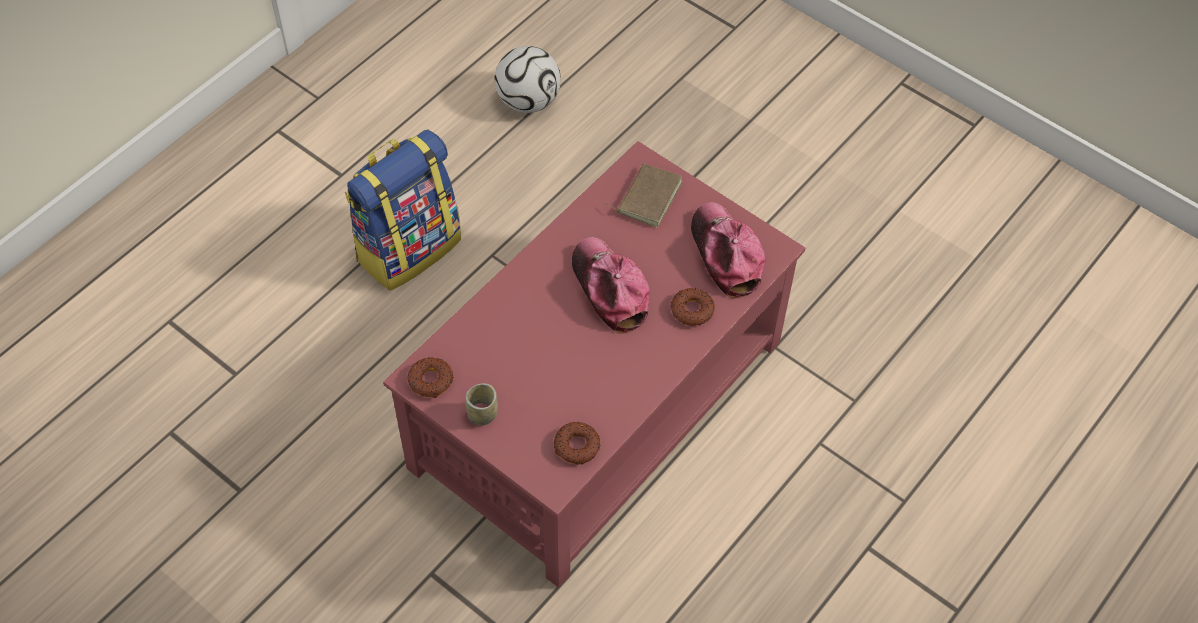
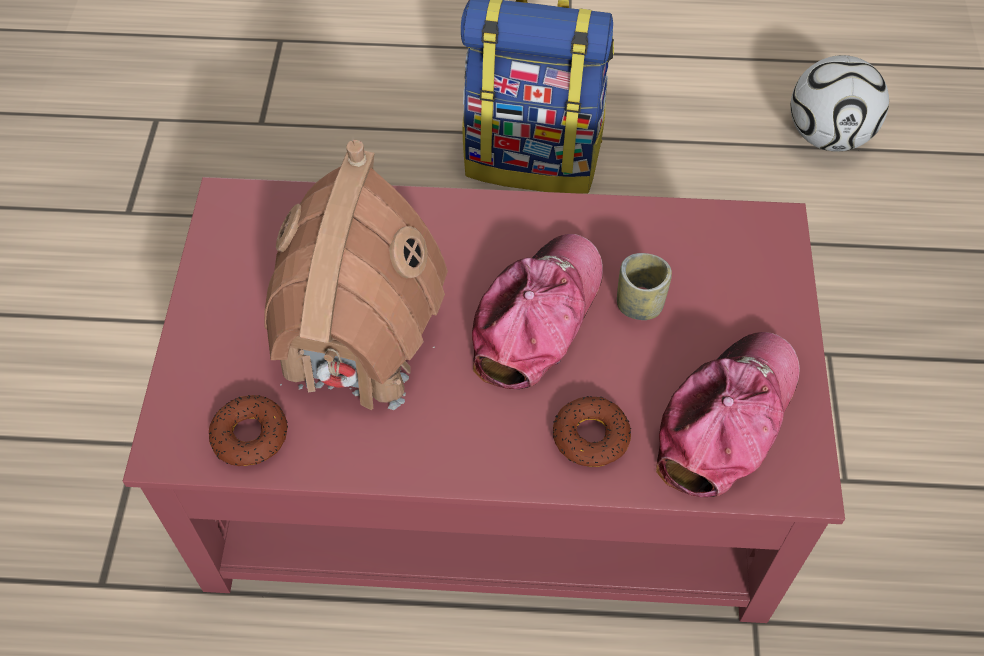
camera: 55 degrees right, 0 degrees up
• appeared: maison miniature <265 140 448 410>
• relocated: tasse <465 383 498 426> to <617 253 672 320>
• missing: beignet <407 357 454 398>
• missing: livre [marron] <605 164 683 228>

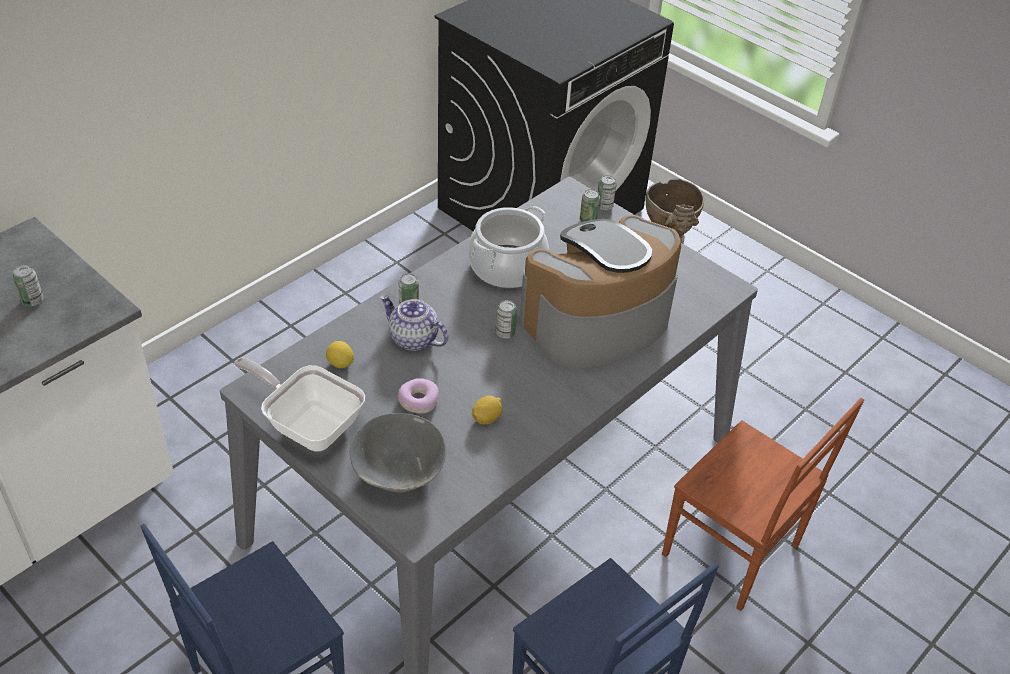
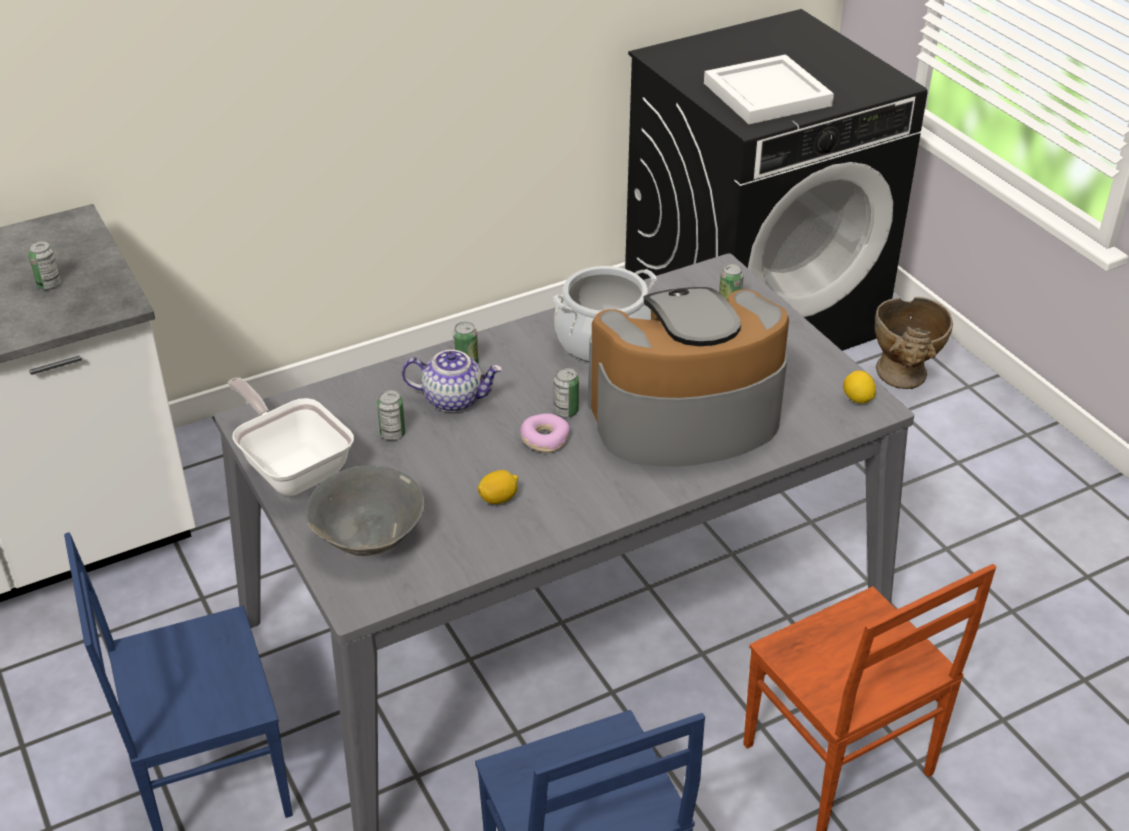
camera: 20 degrees right, 5 degrees down
• relocated: boîte métallique <598 175 616 211> to <377 390 405 440>
• spun: théière <380 295 448 351> = <402 350 502 412> 135 degrees clockwise
• relocated: beignet <398 378 439 414> to <520 413 570 453>
• appeared: plateau [blanc] <704 54 834 124>
• relocated: citron <326 341 354 368> to <843 370 876 404>

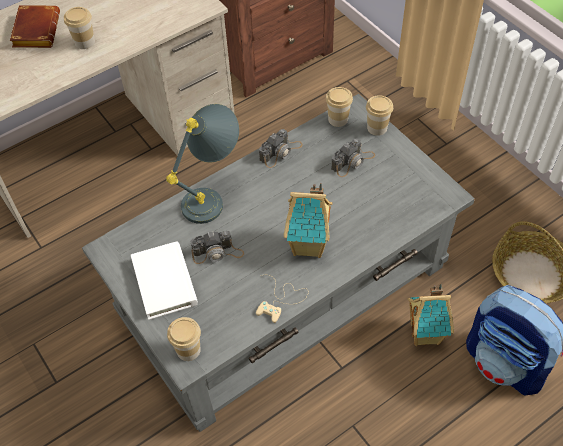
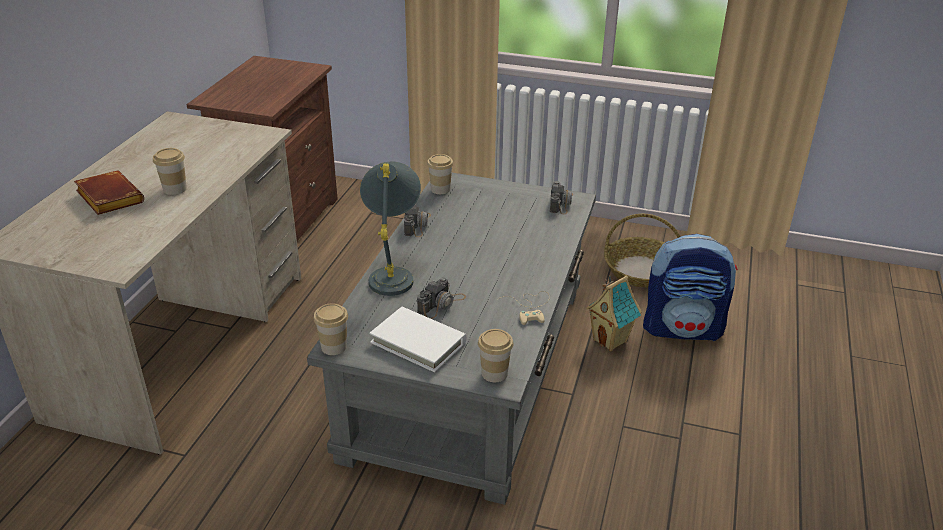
camera: 40 degrees left, 20 degrees down
• relocated: tasse <366 95 393 136> to <314 303 348 355>
• relocated: appareil photo <331 139 375 177> to <550 181 573 214>
• missing: maison miniature <284 183 333 258>

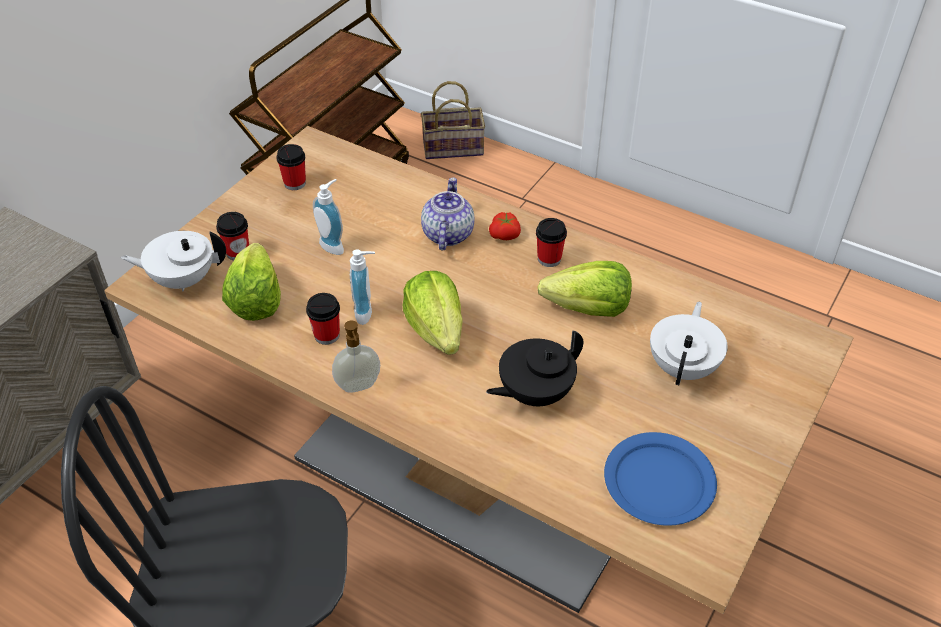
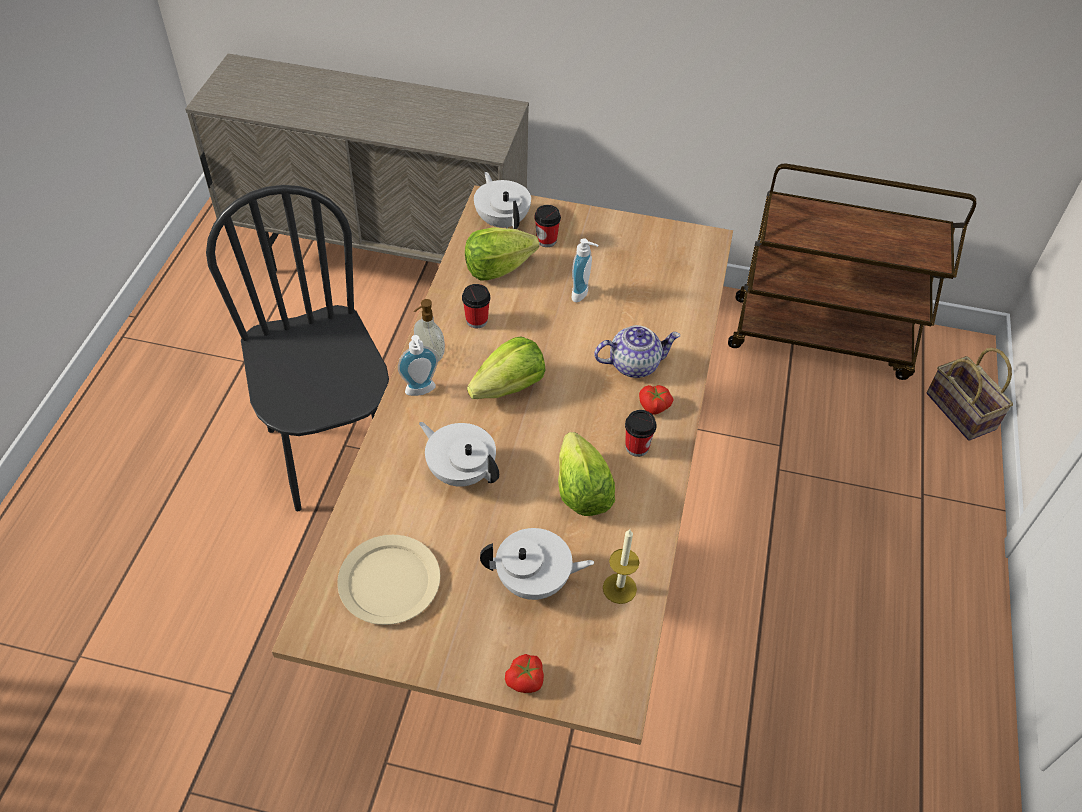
camera: 70 degrees right, 5 degrees up
• colour: assiette [bleu] <604 432 717 526> to assiette [beige] <337 535 440 625>
• relocated: distributeur de savon <350 250 375 325> to <398 335 438 396>
• colour: théière [noir] <486 330 583 406> to théière [blanc] <419 422 499 487>
• appeared: tomate <505 654 544 693>
• appeared: bougie <603 529 640 604>
• missing: tasse <276 144 306 190>

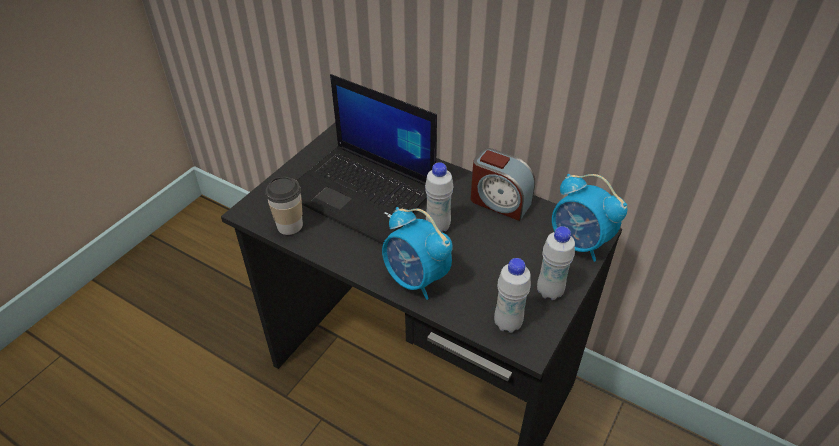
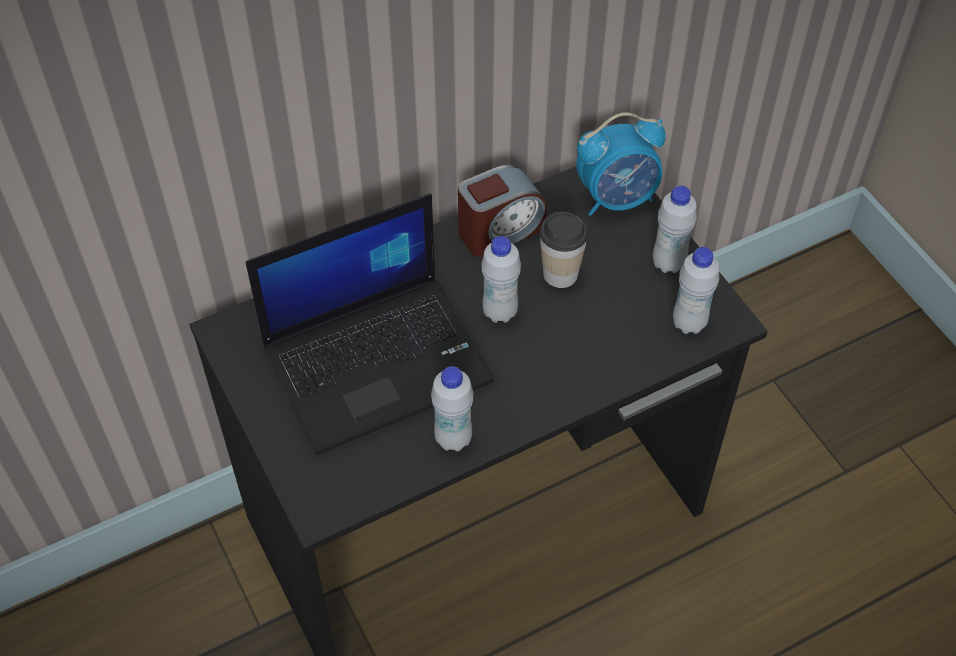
camera: 60 degrees left, 10 degrees up
• appeared: bouteille [blanc] <431 366 473 452>
• relocated: tasse <265 177 303 235> to <540 212 588 288>
• missing: réveil <382 207 453 300>

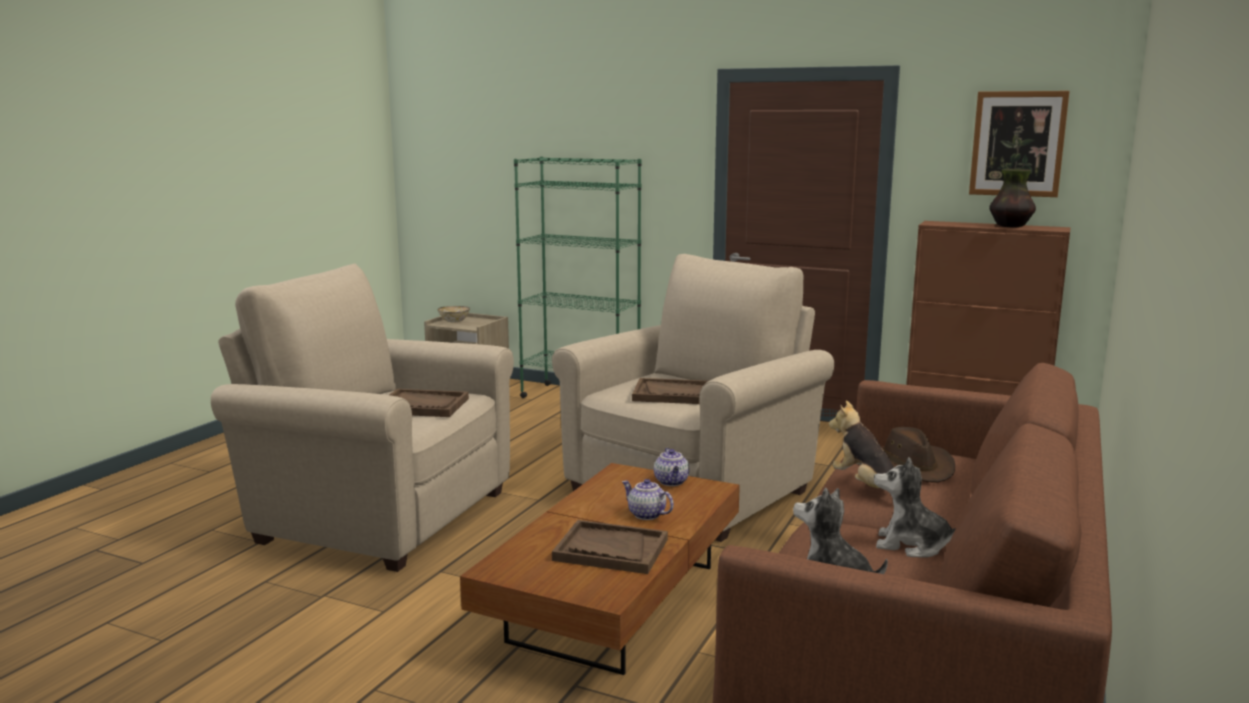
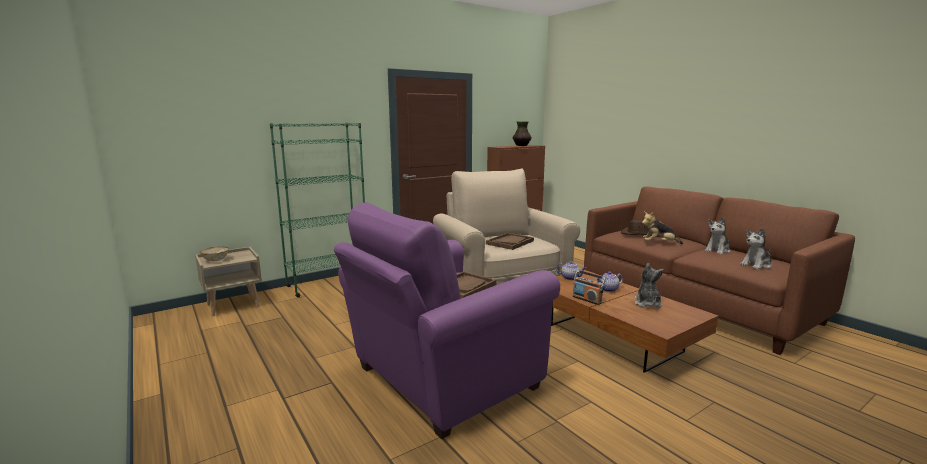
camera: 60 degrees left, 0 degrees up
• colour: fauteuil [beige] <211 264 514 572> to fauteuil [violet] <334 202 560 439>
• appeared: radio <572 270 606 305>
• exchanged: plateau [marron] <552 520 668 574> to peluche <634 263 664 308>
• missing: tableau <969 91 1069 197>

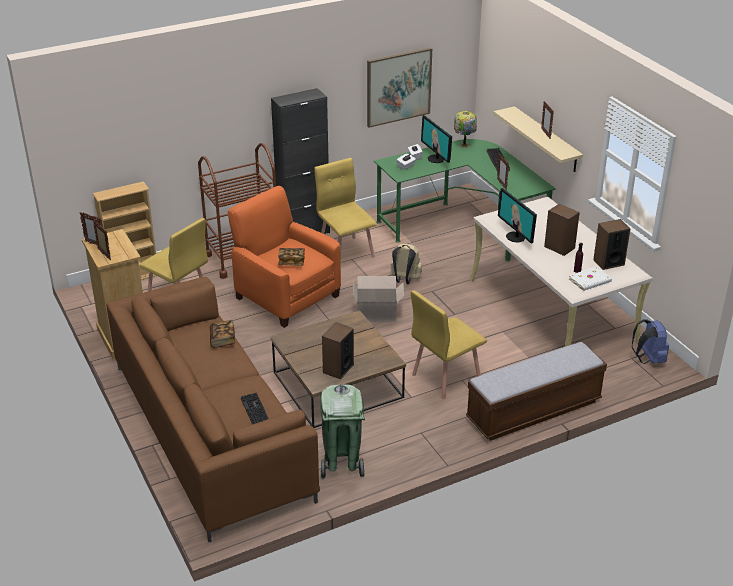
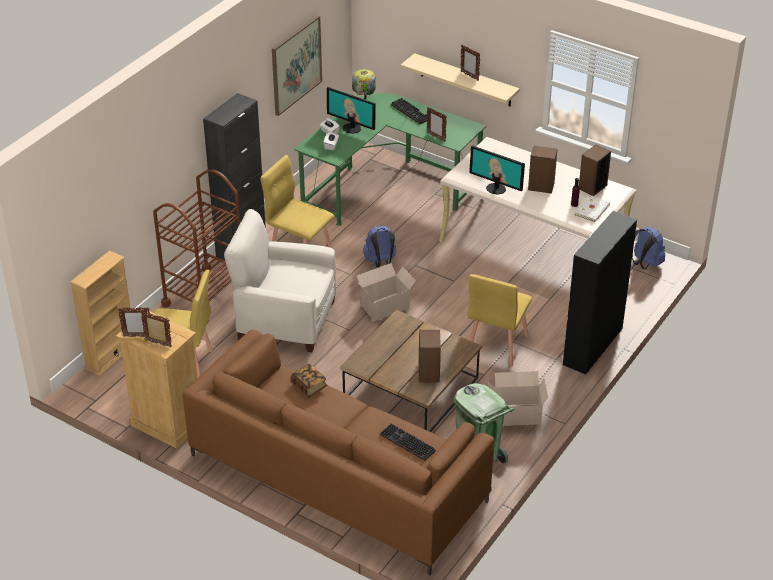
camera: 30 degrees left, 5 degrees up
• colour: fauteuil [orange] <228 186 341 328> to fauteuil [blanc] <224 209 337 352>
• colour: sac à dos [beige] <391 243 422 284> to sac à dos [bleu] <363 226 396 268>
• appeared: carton <488 371 548 426>
• exchanged: banc <466 342 607 441> to meuble de rangement [noir] <563 211 637 374>
• missing: livre <278 248 305 266>

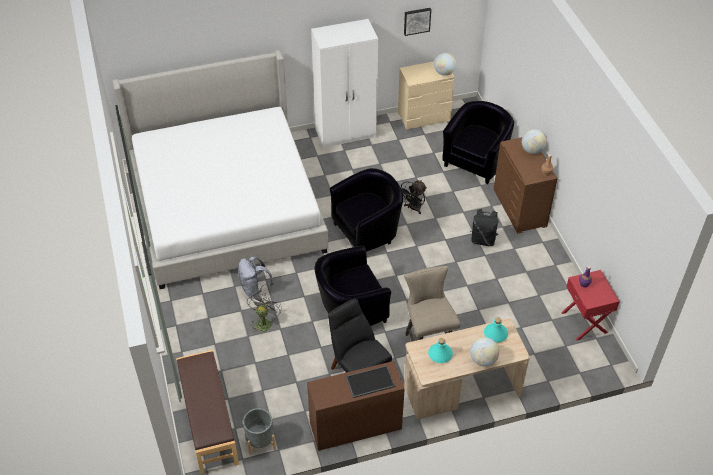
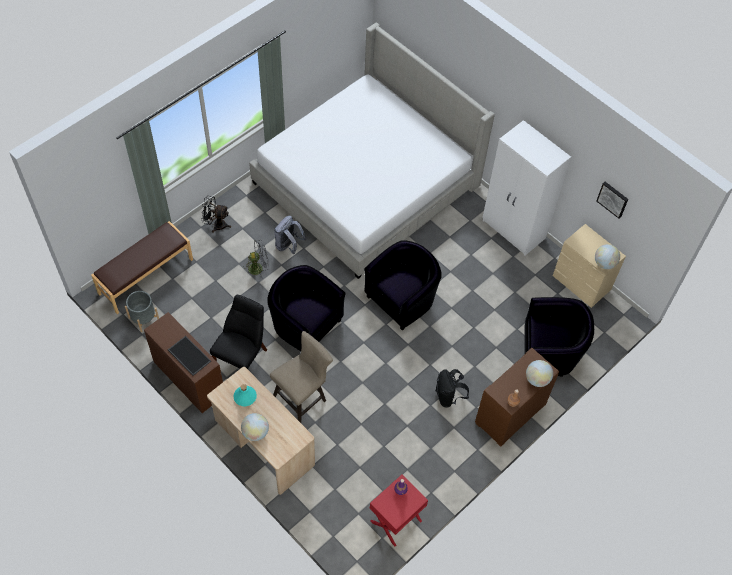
camera: 60 degrees right, 10 degrees up
• relocated: ventilateur [noir] <400 180 427 214> to <201 196 231 233>
• spun: fauteuil [noir] <330 168 403 252> = <364 240 441 331> 75 degrees counterclockwise
• missing: bouteille [turquoise] <484 317 508 342>

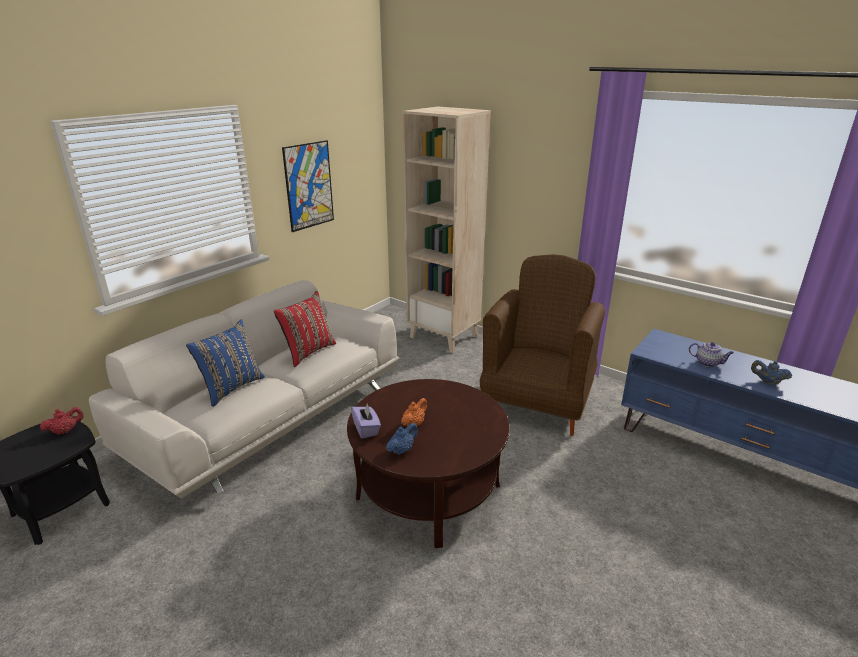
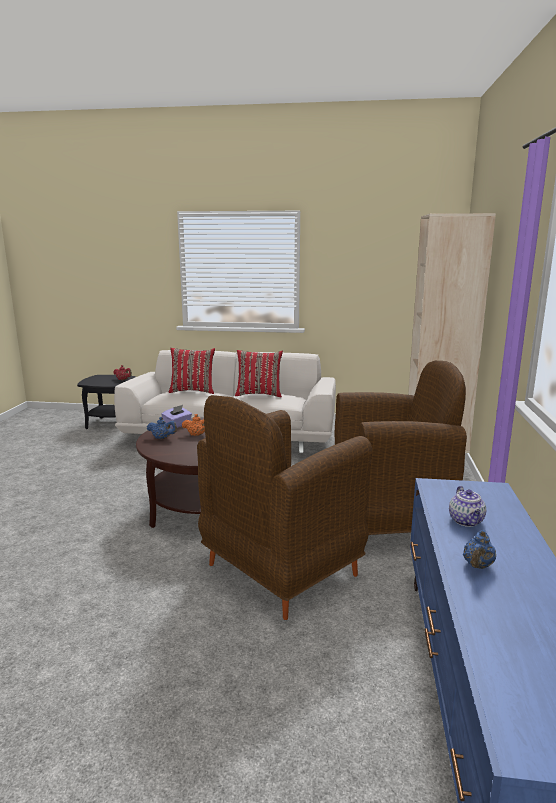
camera: 60 degrees right, 10 degrees down
• colour: coussin [bleu] <186 320 265 407> to coussin [rouge] <169 348 215 394>
• appeared: fauteuil [marron] <197 395 372 620>
• spun: théière [bleu] <751 360 792 385> = <463 530 496 569> 150 degrees counterclockwise
• missing: tableau <282 140 334 232>

